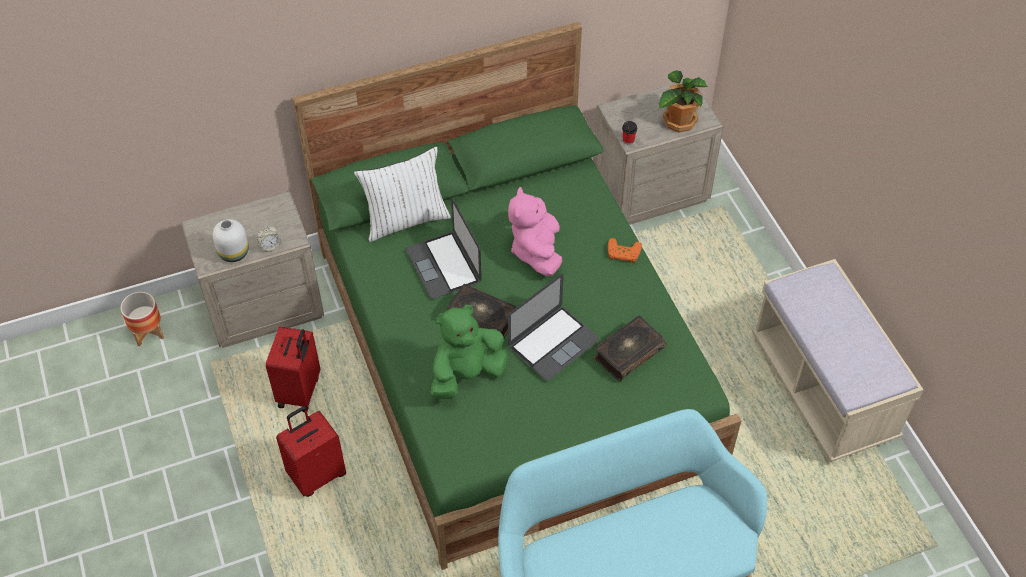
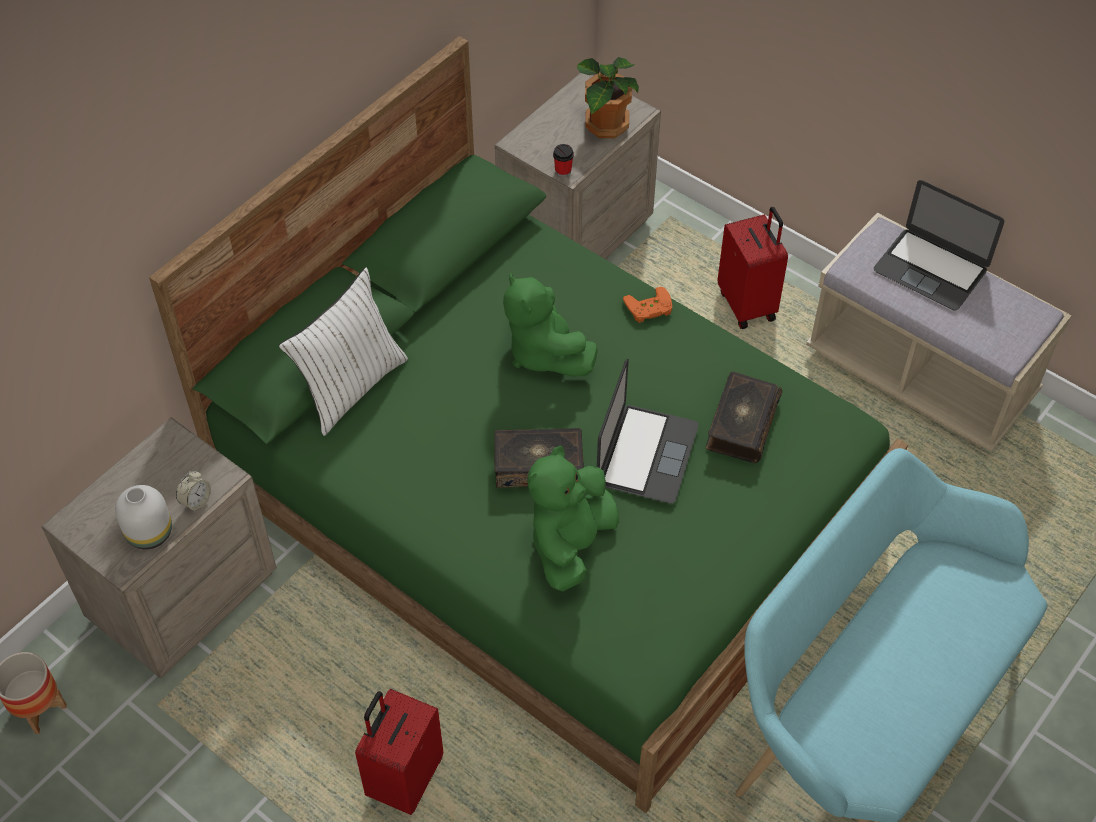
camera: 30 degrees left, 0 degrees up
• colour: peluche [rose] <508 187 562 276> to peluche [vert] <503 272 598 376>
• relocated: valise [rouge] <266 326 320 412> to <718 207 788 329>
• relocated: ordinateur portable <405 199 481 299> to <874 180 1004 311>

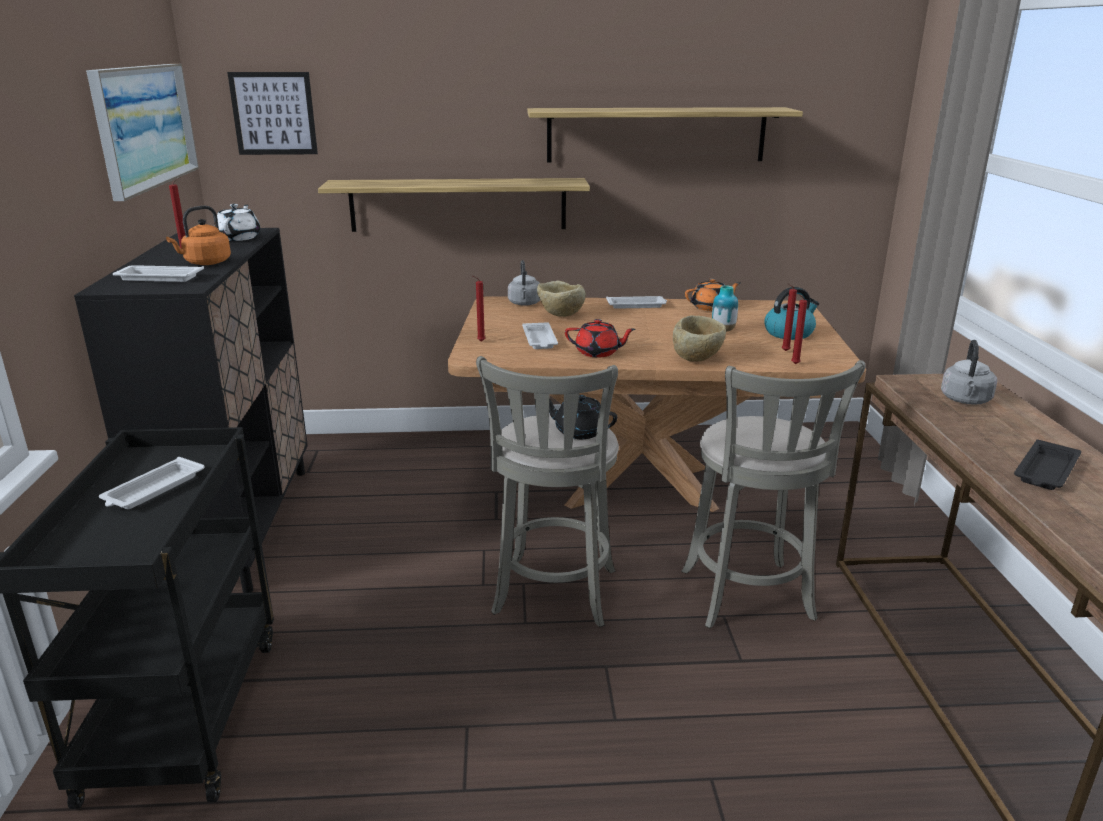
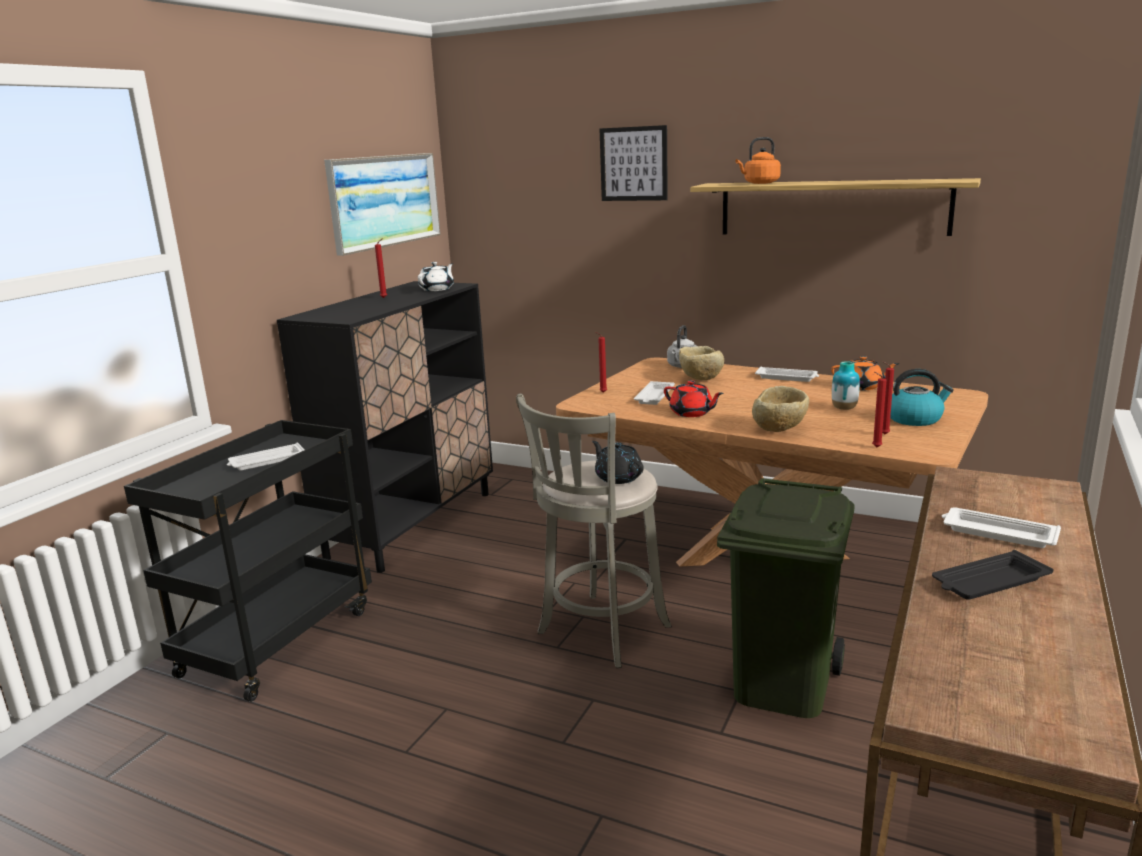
camera: 30 degrees right, 5 degrees down
• relocated: tableau <227 72 318 155> to <600 125 668 201>
• exchanged: tabouret [gris] <681 360 865 628> to poubelle [vert] <717 478 855 718>
• relocated: bouilloire [orange] <166 206 231 265> to <736 137 781 184>
• relocated: plateau [blanc] <113 265 204 282> to <942 507 1061 548>
• missing: étagère <318 178 590 232>
• missing: bouilloire [gris] <941 340 997 405>

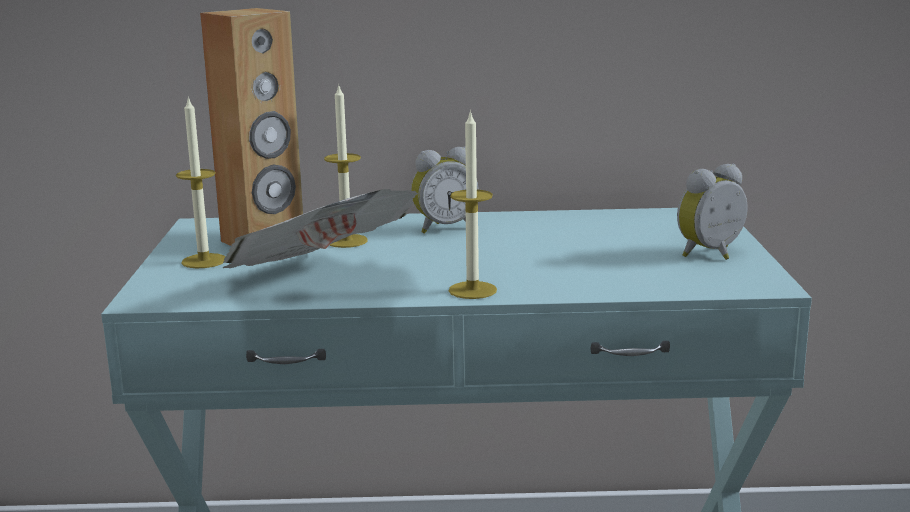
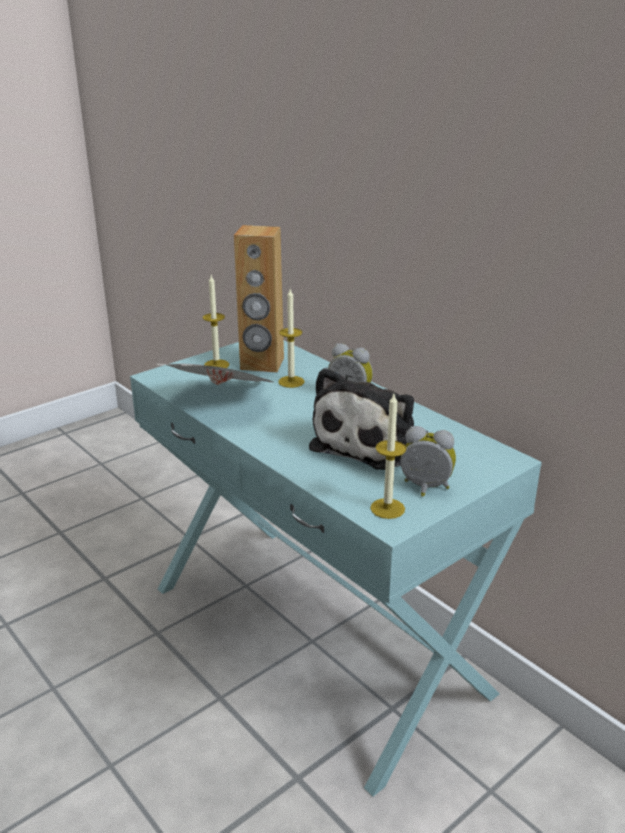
camera: 50 degrees right, 10 degrees up
• appeared: peluche <309 368 414 470>
• relocated: bougie <449 110 497 299> to <370 394 406 519>

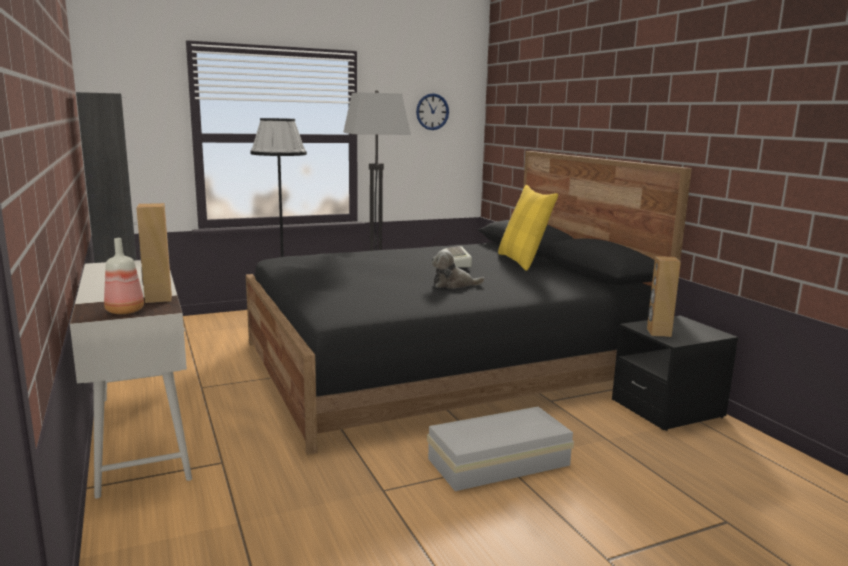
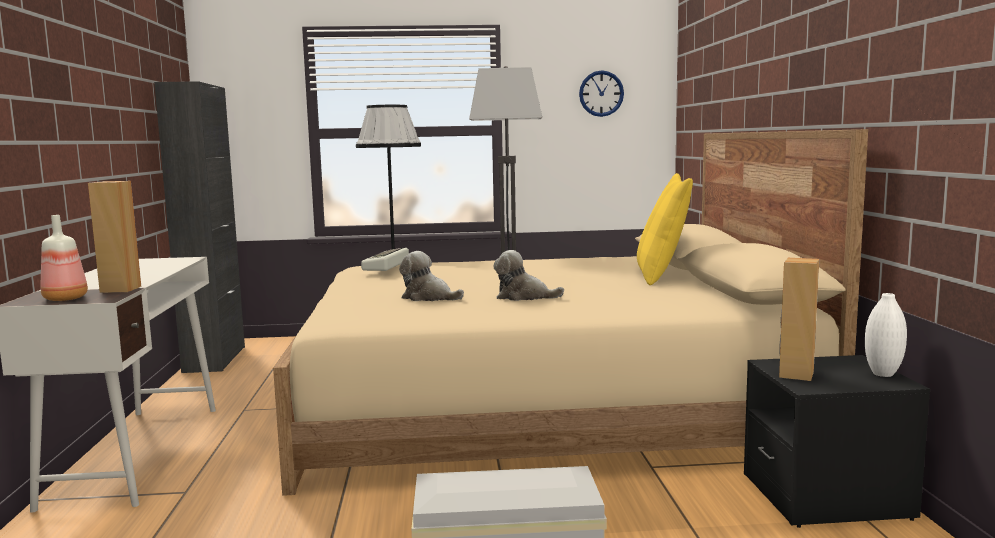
camera: 20 degrees right, 5 degrees down
• colour: lit [noir] <246 151 692 455> to lit [beige] <273 129 868 496>
• relocated: clavier <443 246 472 268> to <361 248 409 271>
• appeared: peluche <399 251 464 301>
• appeared: vase [blanc] <865 293 907 377>

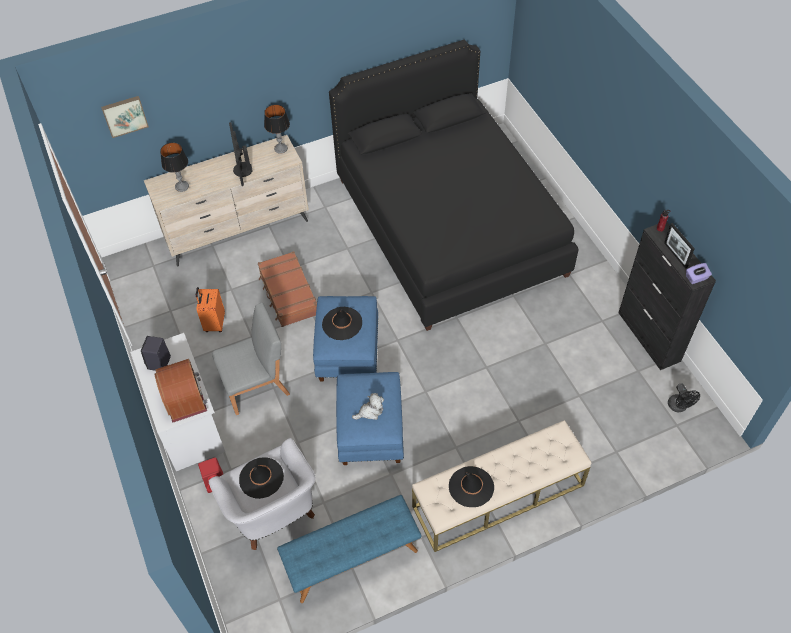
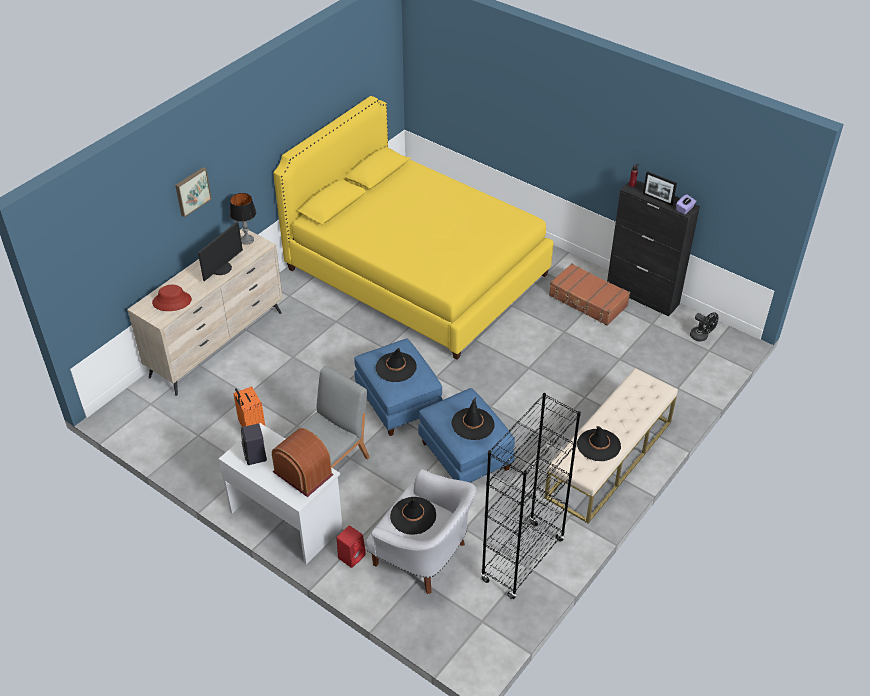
camera: 30 degrees left, 10 degrees down
• exchanged: lampe de table <160 143 189 192> to chapeau [rouge] <152 285 192 311>
• relocated: tableau <101 96 149 138> to <175 167 212 217>
• spun: écran d'ordinateur <229 122 253 186> = <198 221 243 281> 105 degrees counterclockwise
• colour: lit [noir] <329 40 578 331> to lit [jaune] <273 96 554 360>
• exchanged: peluche <352 393 384 420> to chapeau [noir] <452 397 495 440>
• exchanged: banc [bleu] <277 495 422 603> to bibliothèque [noir] <481 393 581 599>
• relocated: valise [marron] <258 251 317 327> to <549 263 630 326>

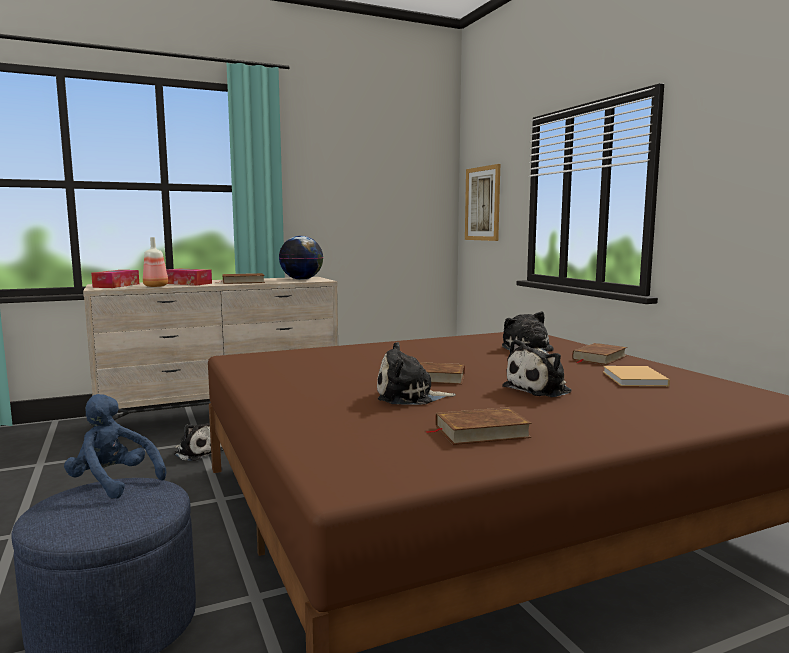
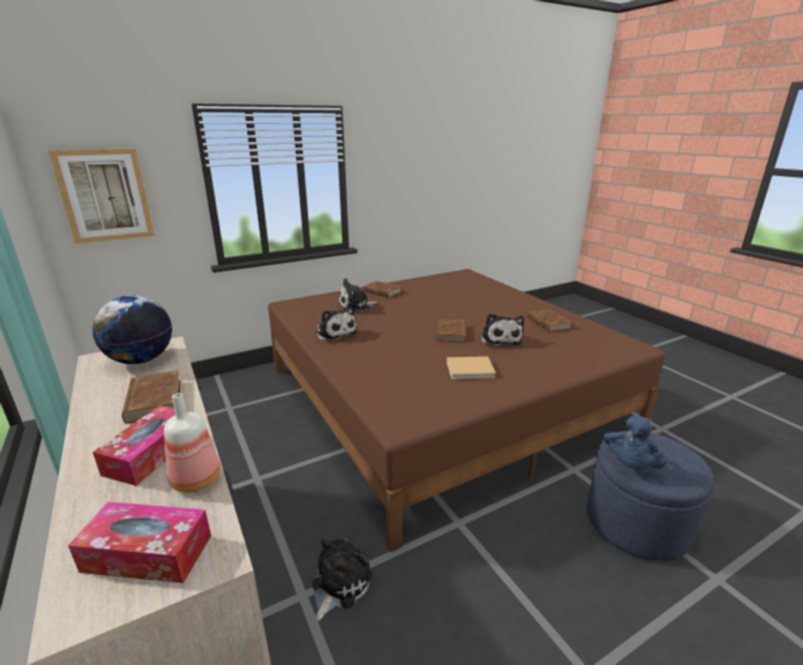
camera: 95 degrees left, 15 degrees up
• relocated: peluche <502 339 572 397> to <315 306 357 342>
• relocated: livre [beige] <603 366 670 386> to <446 356 496 379>

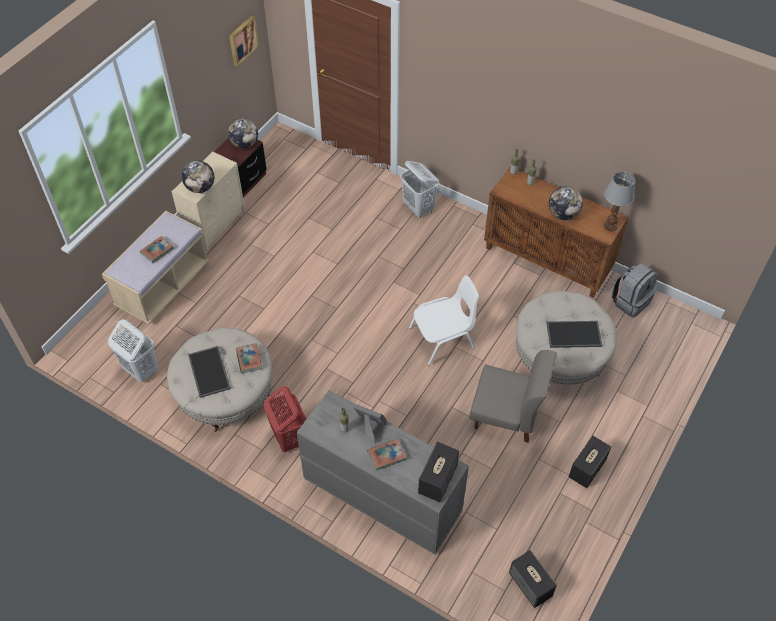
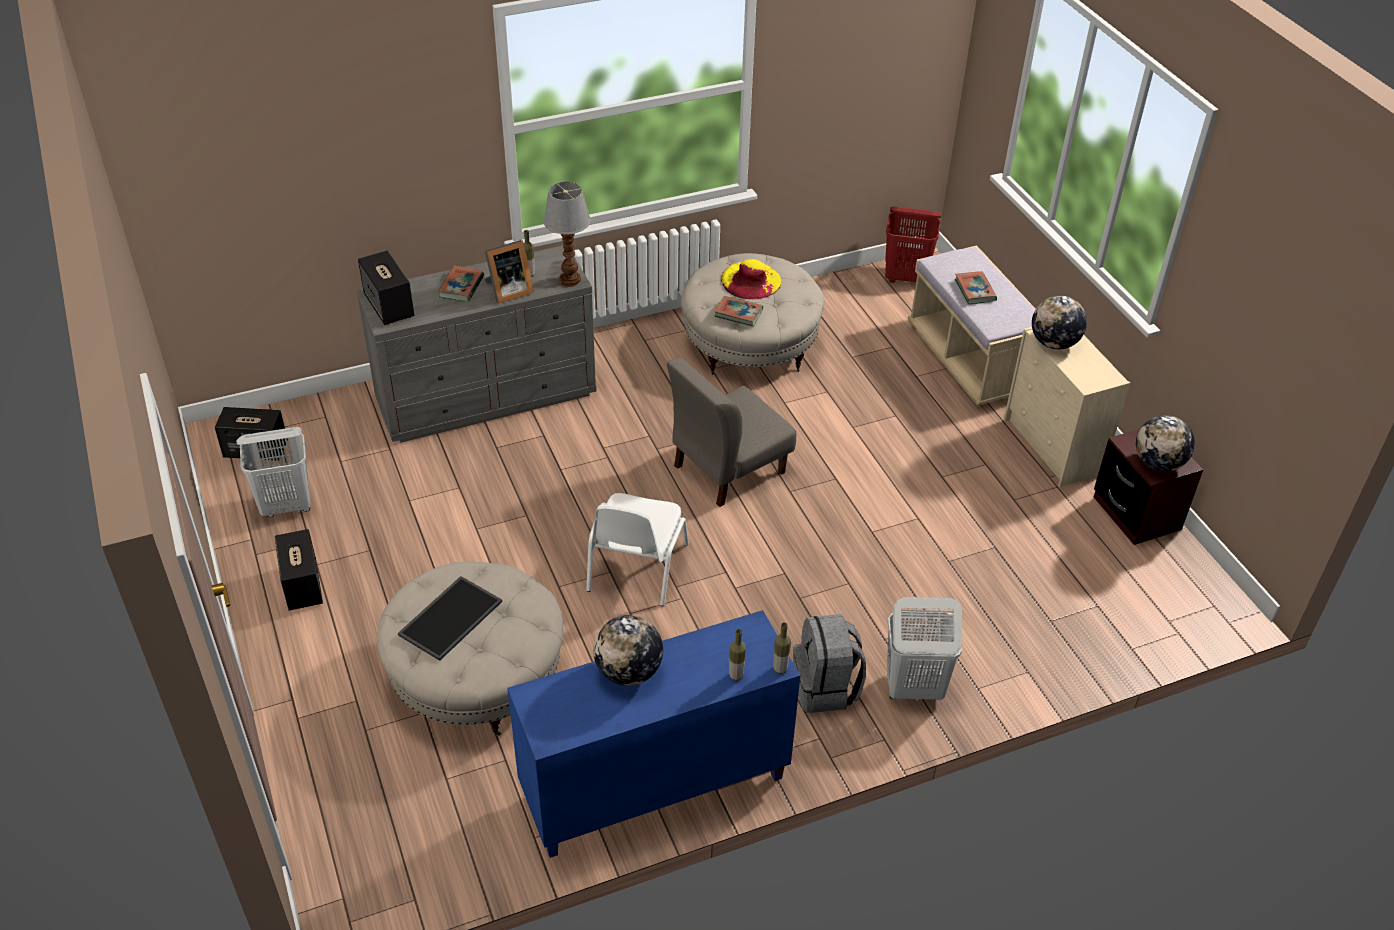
camera: 125 degrees right, 10 degrees down
• relocated: panier à linge [blanc] <108 319 158 382> to <236 427 310 517>
• colour: meuble de rangement [marron] <484 167 629 298> to meuble de rangement [bleu] <507 610 801 858>
• relocated: lampe de table <604 171 635 231> to <543 182 591 287>
• relocated: chaise [gris] <470 350 557 443> to <667 358 796 507>
• exchanged: plateau <188 346 231 398> to chapeau [jaune] <721 259 781 299>
• relocated: sac à dos [gris] <611 263 658 318> to <793 614 866 713>
• relocated: panier à linge [rouge] <264 386 307 452> to <885 206 941 283>
• missing: tableau <229 16 259 67>

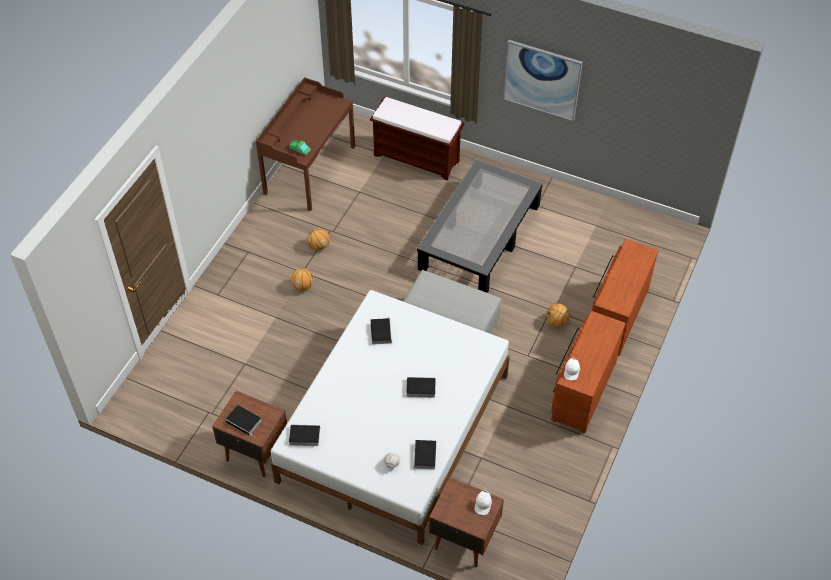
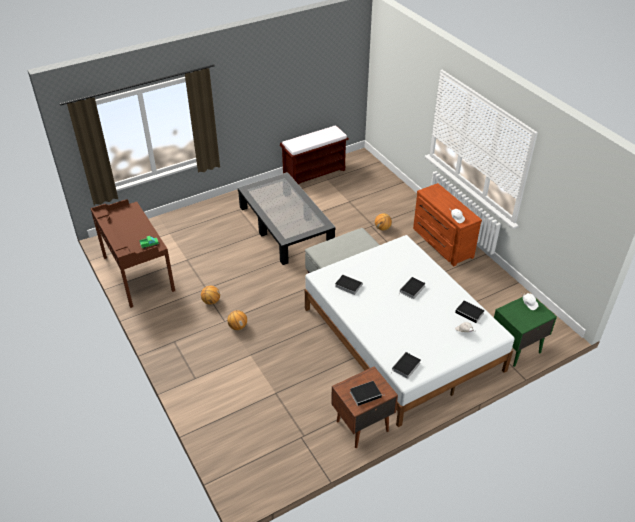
camera: 55 degrees left, 10 degrees down
• relocated: banc [marron] <370 96 464 180> to <280 125 349 185>
• colour: table de chevet [marron] <429 477 504 567> to table de chevet [vert] <494 293 557 367>
• missing: tableau <503 40 583 121>
• missing: commode [marron] <592 239 659 356>

